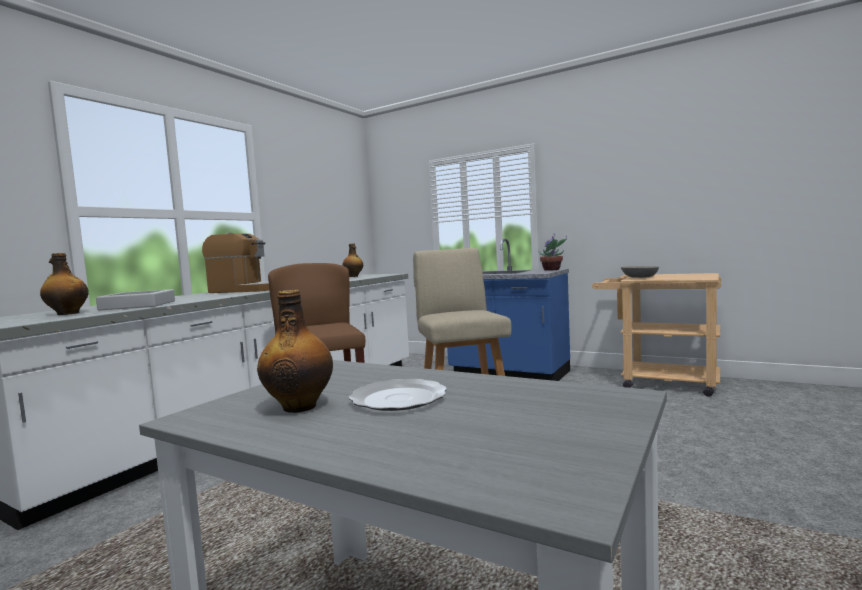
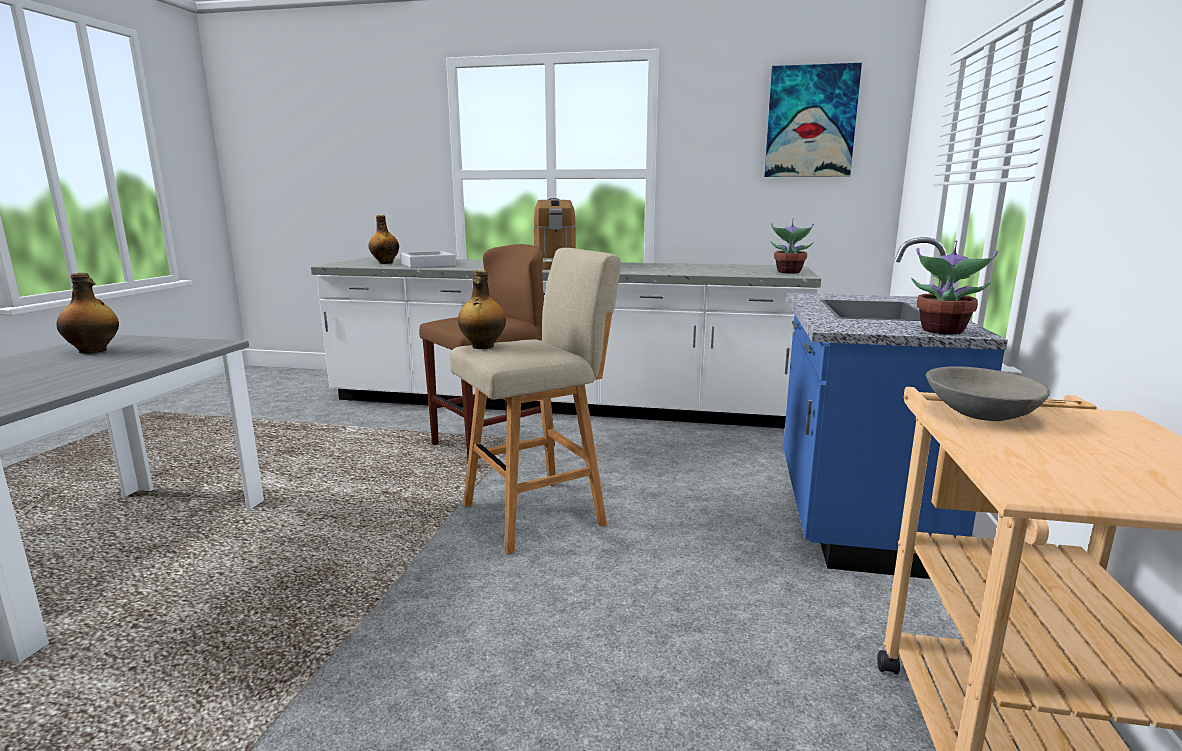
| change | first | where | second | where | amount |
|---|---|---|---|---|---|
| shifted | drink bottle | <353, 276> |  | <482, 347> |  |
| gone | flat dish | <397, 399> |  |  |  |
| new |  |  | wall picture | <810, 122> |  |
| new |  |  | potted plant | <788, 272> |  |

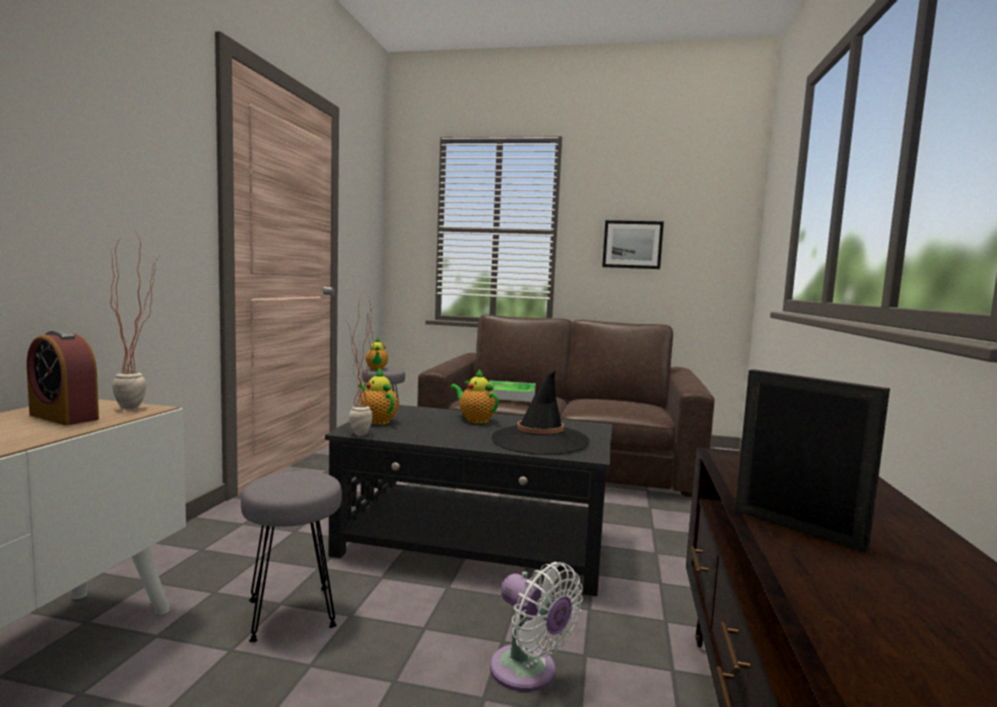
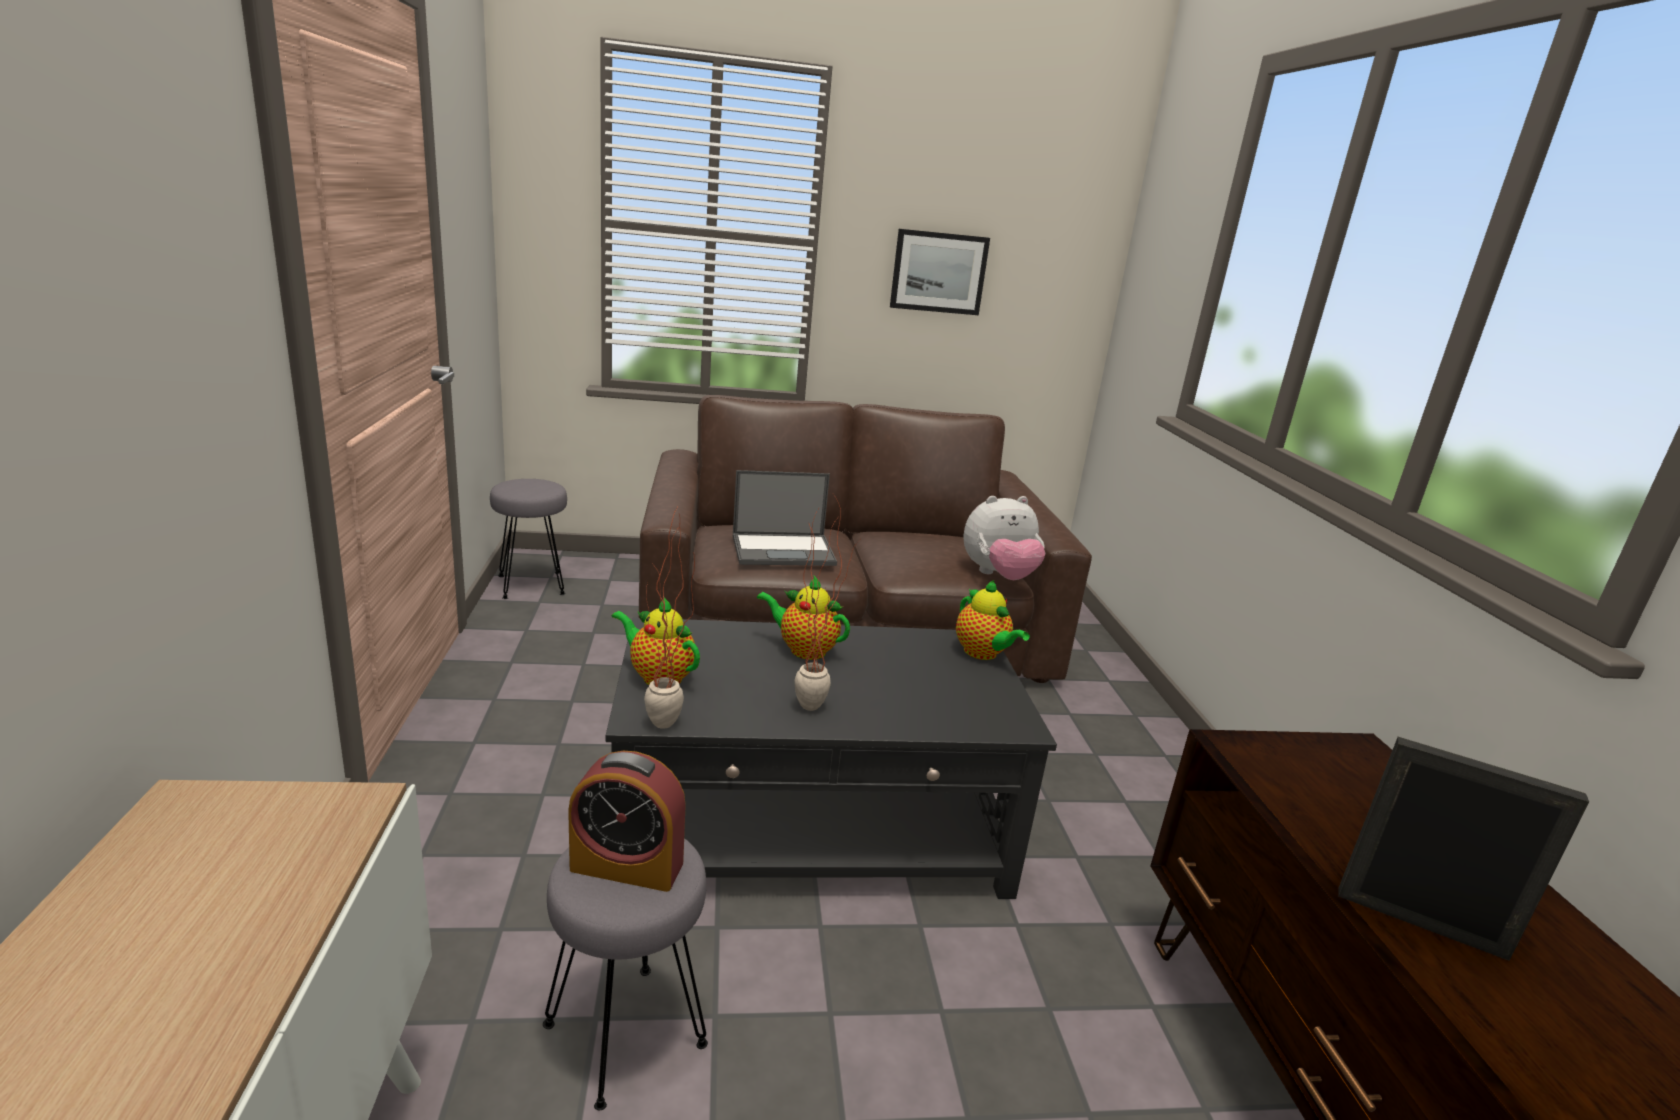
| change | first | where | second | where | amount |
|---|---|---|---|---|---|
| shifted | potted plant | <141, 407> |  | <817, 703> |  |
| shifted | alarm clock | <64, 417> |  | <627, 866> |  |
| shifted | teapot | <376, 369> |  | <983, 654> |  |
| gone | black clothing hat | <539, 440> |  |  |  |
| swapped | serving tray | <509, 395> | laptop | <784, 550> |  |
| gone | whitish cooling fan | <528, 673> |  |  |  |
| new |  |  | soft toy | <999, 576> |  |

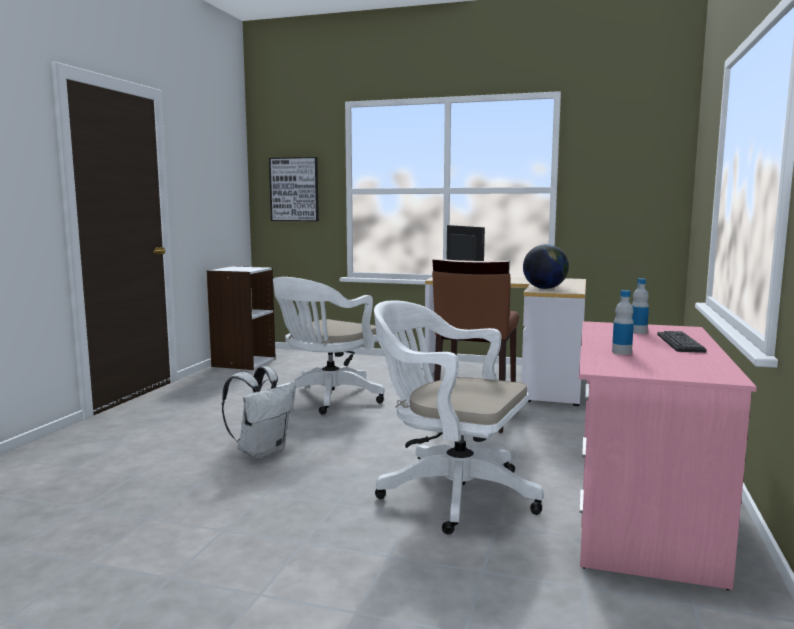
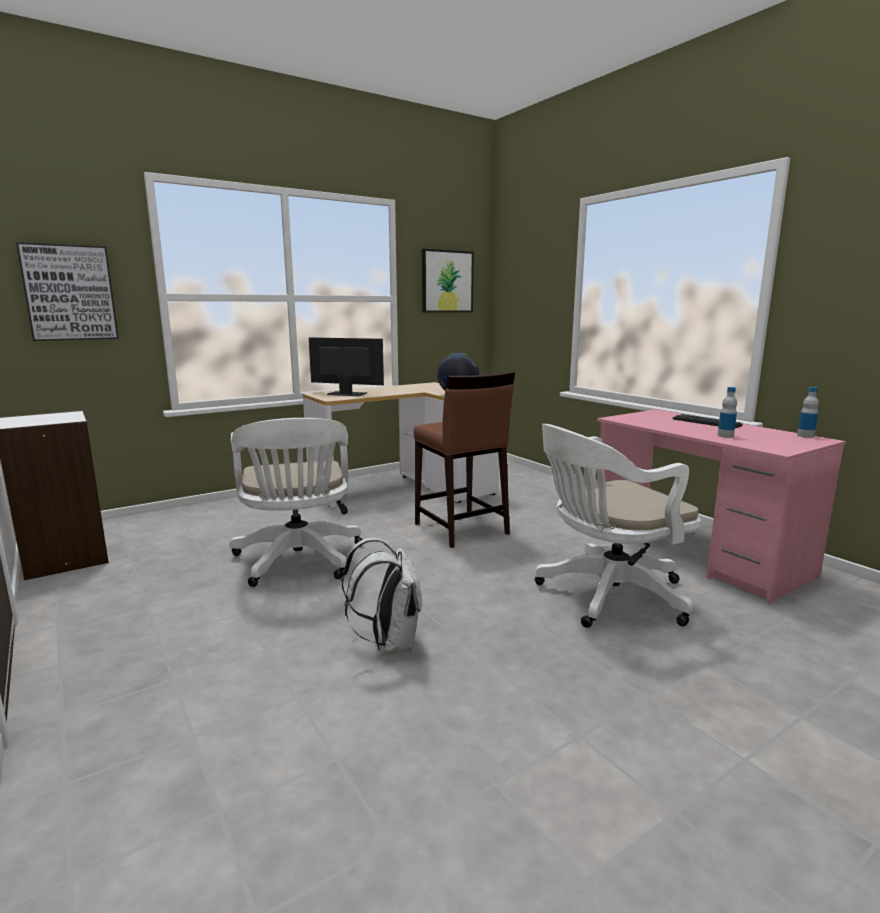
| change | first | where | second | where | amount |
|---|---|---|---|---|---|
| shifted | drink bottle | <638, 332> |  | <805, 436> |  |
| new |  |  | wall picture | <447, 281> |  |

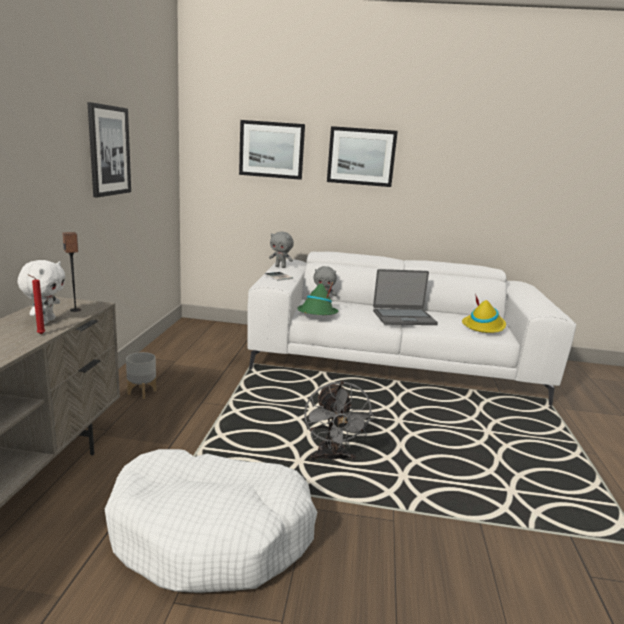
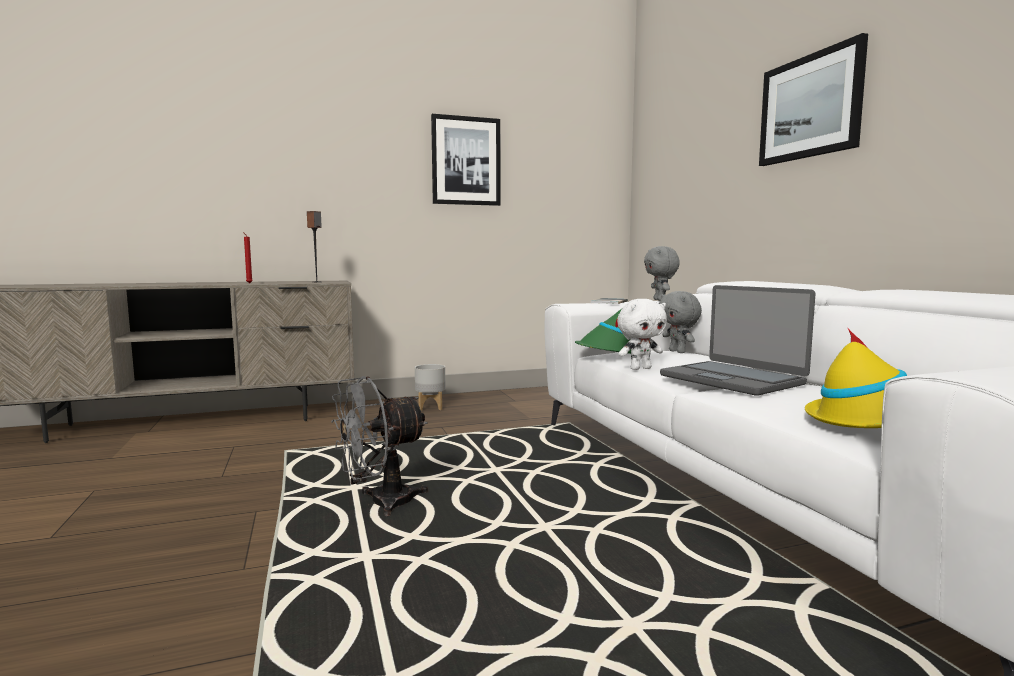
| change | first | where | second | where | amount |
|---|---|---|---|---|---|
| gone | wall picture | <271, 150> |  |  |  |
| shifted | whitish soft toy | <46, 321> |  | <640, 368> |  |
| gone | whitish pet bed | <212, 534> |  |  |  |

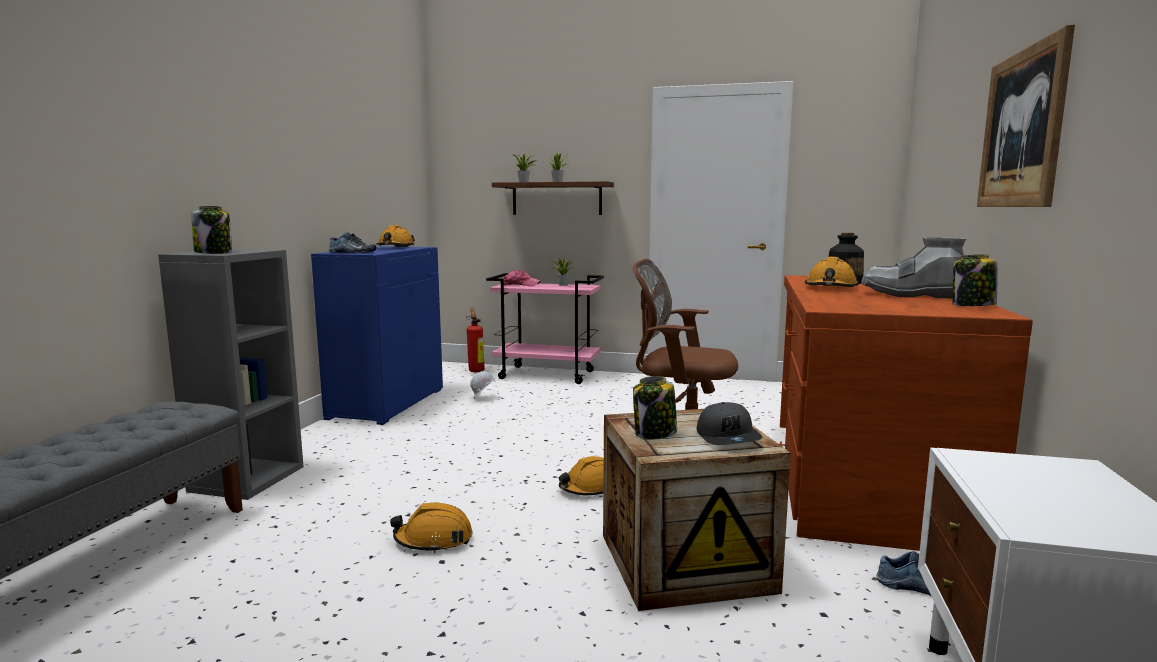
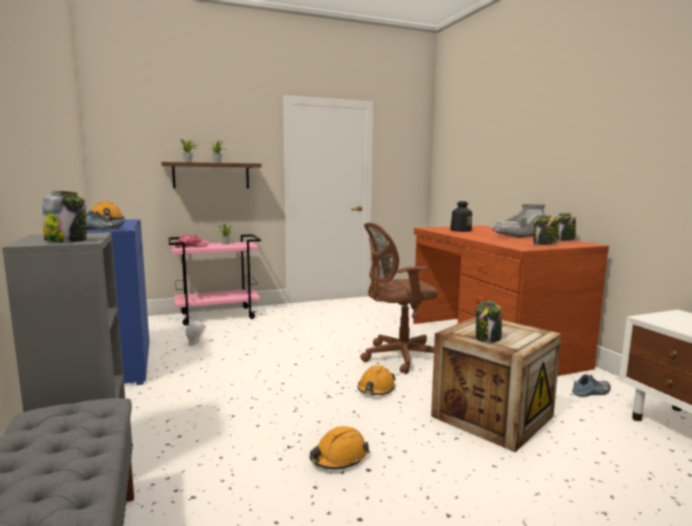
| change | first | where | second | where | amount |
|---|---|---|---|---|---|
| gone | wall picture | <1022, 129> |  |  |  |
| gone | orangey safety helmet | <830, 288> |  |  |  |
| gone | extinguisher | <476, 370> |  |  |  |
| gone | grey baseball cap | <728, 437> |  |  |  |
| new |  |  | storage jar | <544, 244> |  |

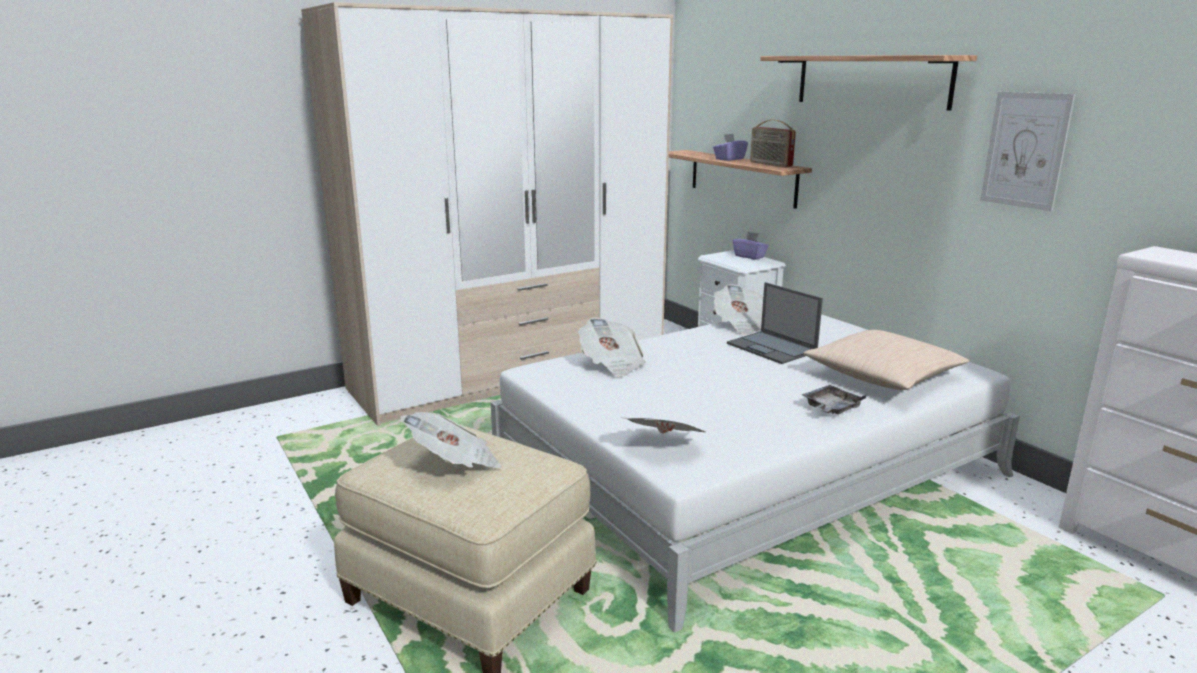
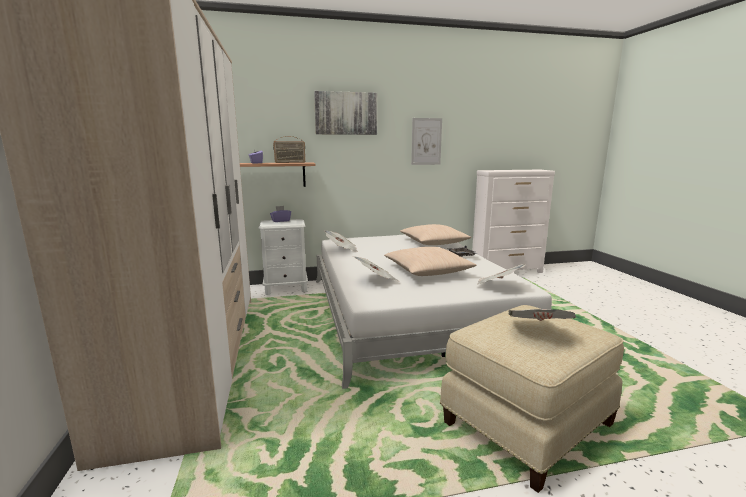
| change | first | where | second | where | amount |
|---|---|---|---|---|---|
| swapped | shelf | <871, 81> | wall picture | <346, 113> |  |
| gone | laptop | <772, 348> |  |  |  |
| new |  |  | beige-coloured cushion | <427, 271> |  |

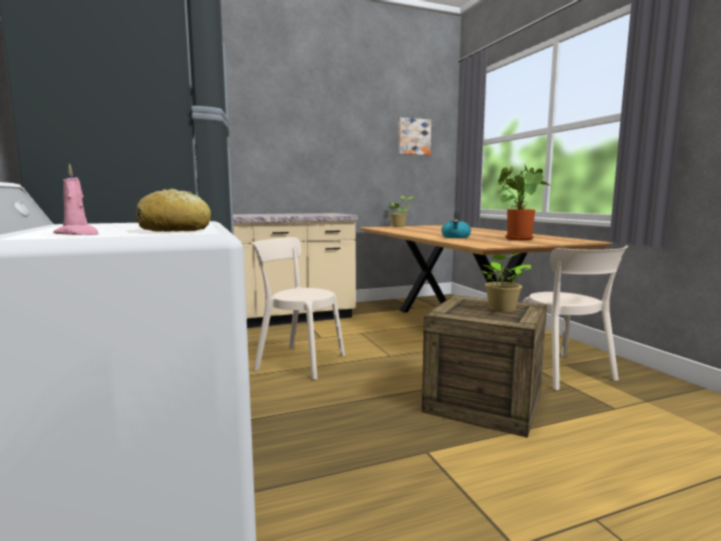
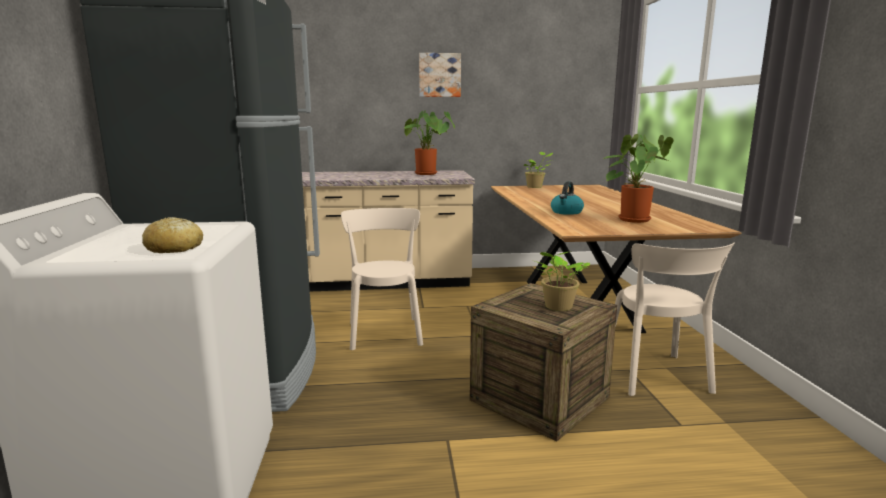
| change | first | where | second | where | amount |
|---|---|---|---|---|---|
| shifted | wall picture | <413, 137> |  | <439, 75> |  |
| gone | pink candle | <78, 234> |  |  |  |
| rotated | beige-coloured chair | <297, 361> |  | <385, 332> | 45 degrees clockwise |
| new |  |  | potted plant | <428, 174> |  |

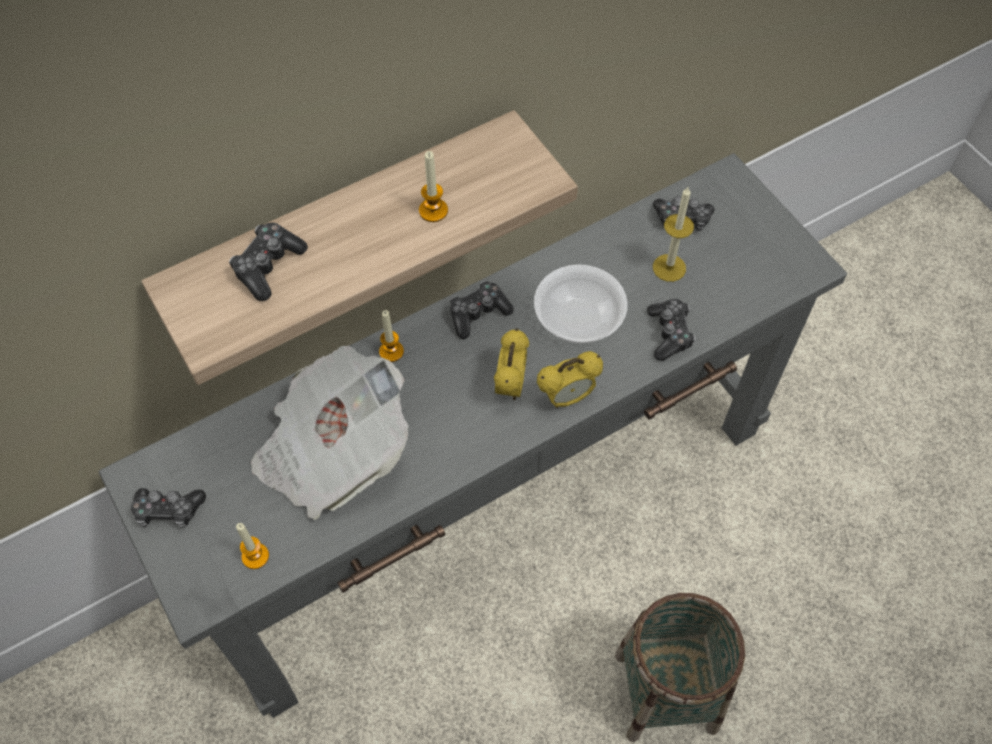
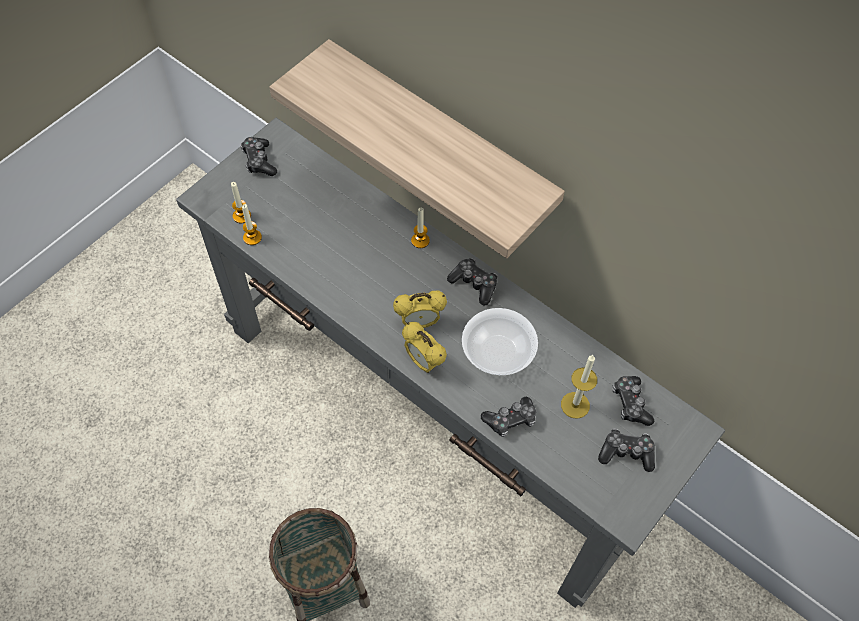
| change | first | where | second | where | amount |
|---|---|---|---|---|---|
| shifted | candle | <433, 210> |  | <252, 237> |  |
| shifted | joypad | <268, 266> |  | <626, 453> |  |
| gone | printed paper | <333, 451> |  |  |  |

